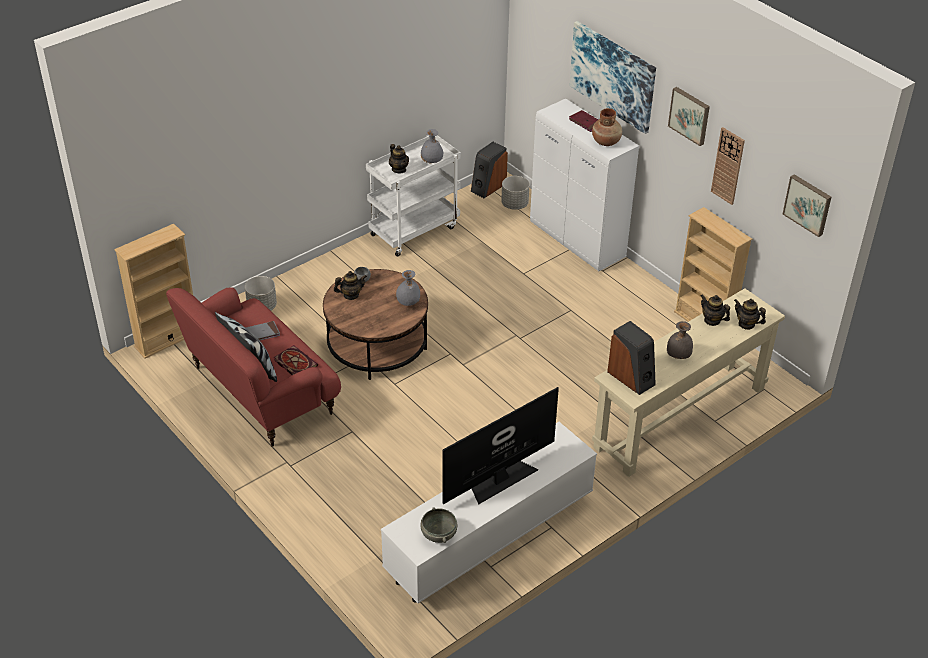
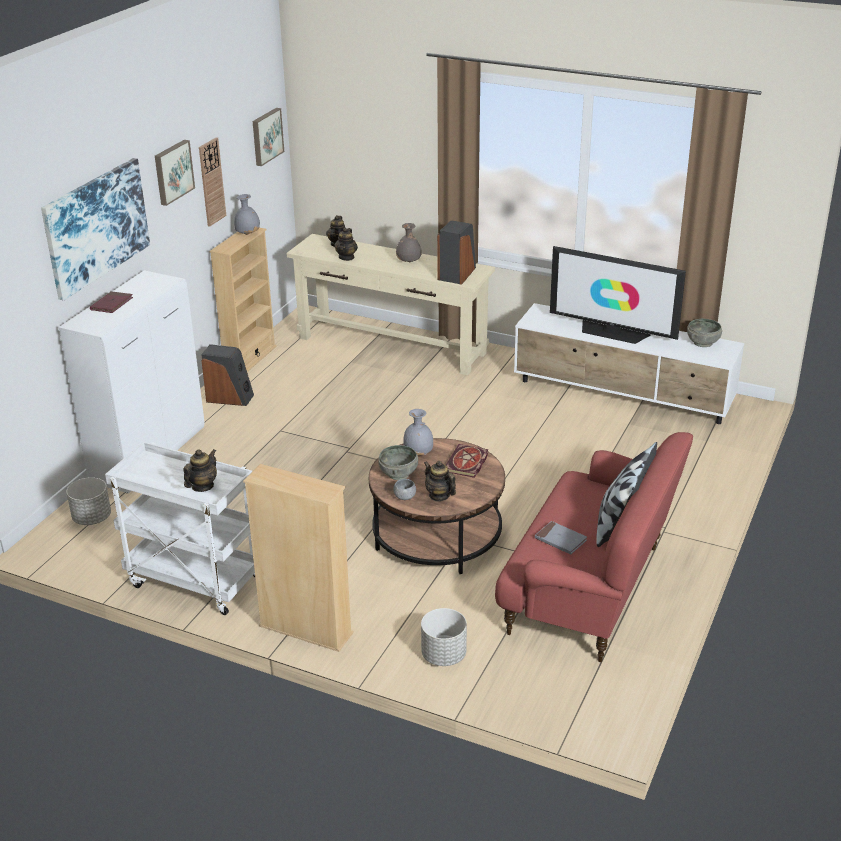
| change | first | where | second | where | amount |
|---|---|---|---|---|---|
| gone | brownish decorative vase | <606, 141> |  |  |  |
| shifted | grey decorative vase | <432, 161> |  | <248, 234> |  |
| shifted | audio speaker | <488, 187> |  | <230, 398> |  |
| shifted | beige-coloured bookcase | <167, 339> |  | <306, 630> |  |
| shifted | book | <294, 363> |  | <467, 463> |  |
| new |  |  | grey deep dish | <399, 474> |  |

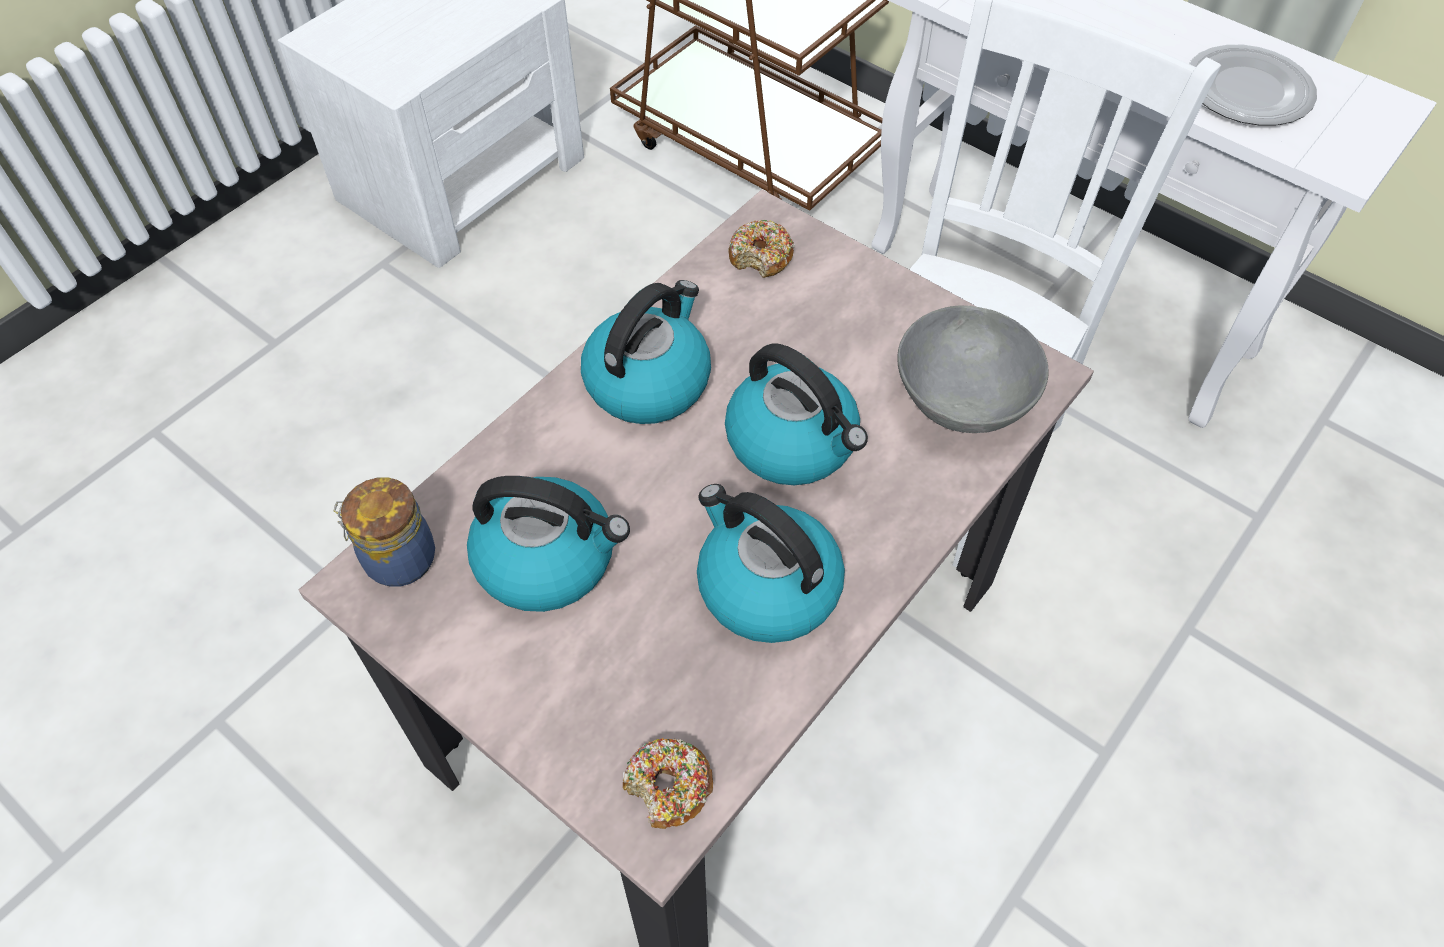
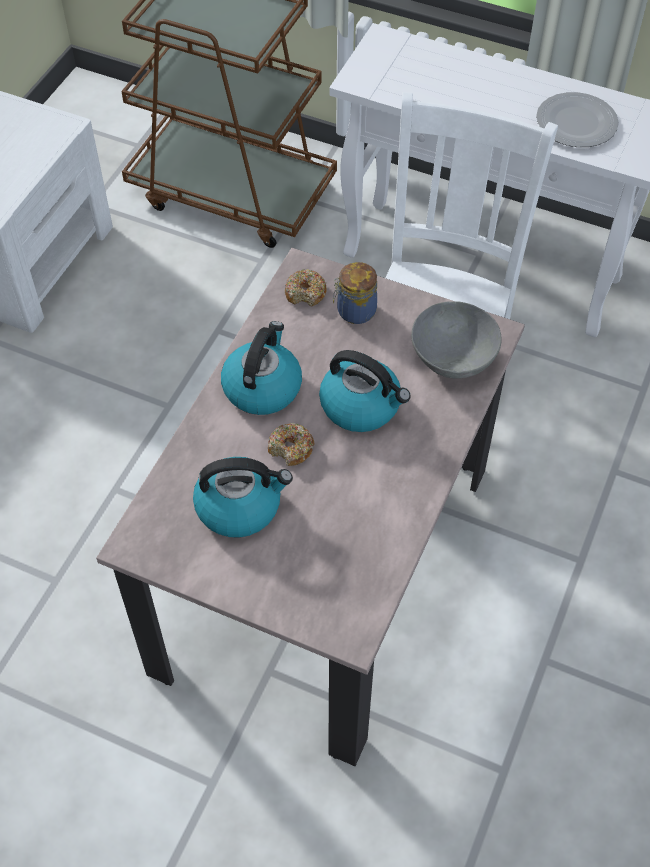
| change | first | where | second | where | amount |
|---|---|---|---|---|---|
| shifted | storage jar | <397, 558> |  | <354, 311> |  |
| gone | water kettle | <766, 587> |  |  |  |
| shifted | doughnut | <668, 787> |  | <291, 449> |  |

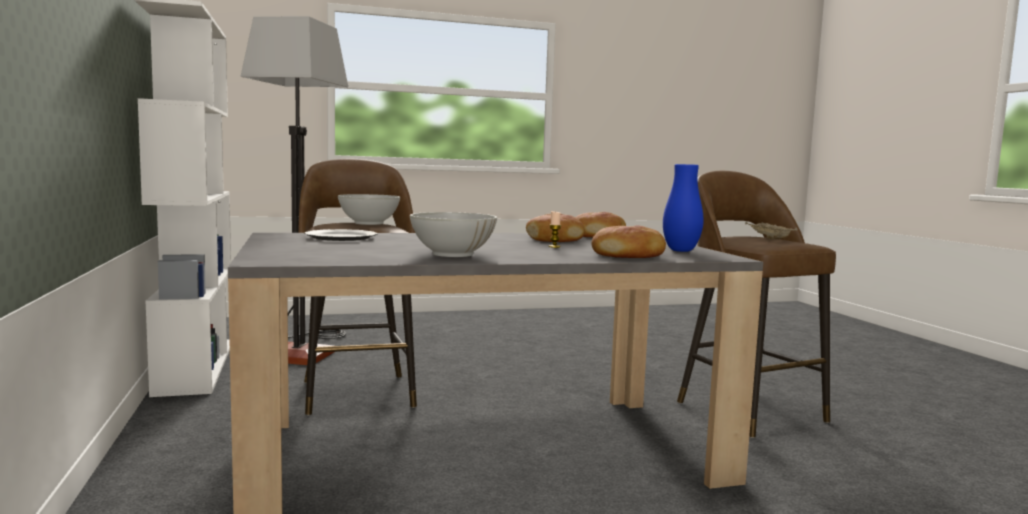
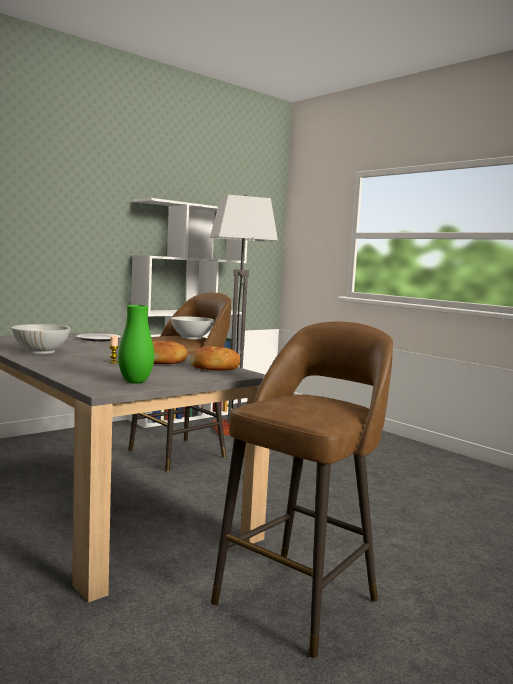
| change | first | where | second | where | amount |
|---|---|---|---|---|---|
| repainted | blue decorative vase | <681, 251> | greenish decorative vase | <135, 382> |  |
| gone | beige-coloured serving tray | <768, 238> |  |  |  |
| gone | bakery bread | <629, 256> |  |  |  |

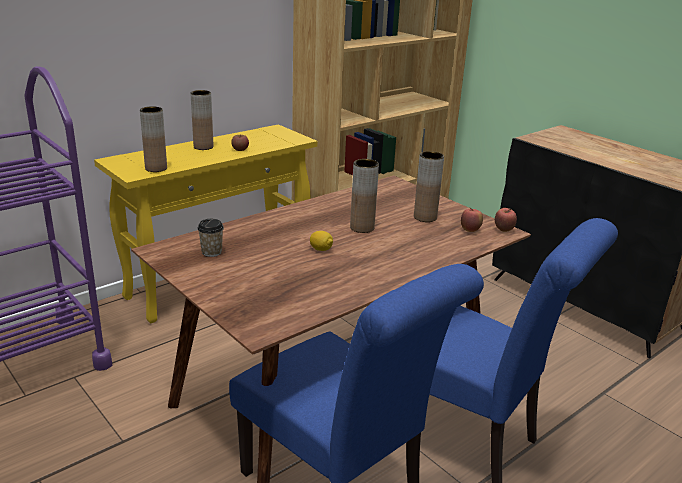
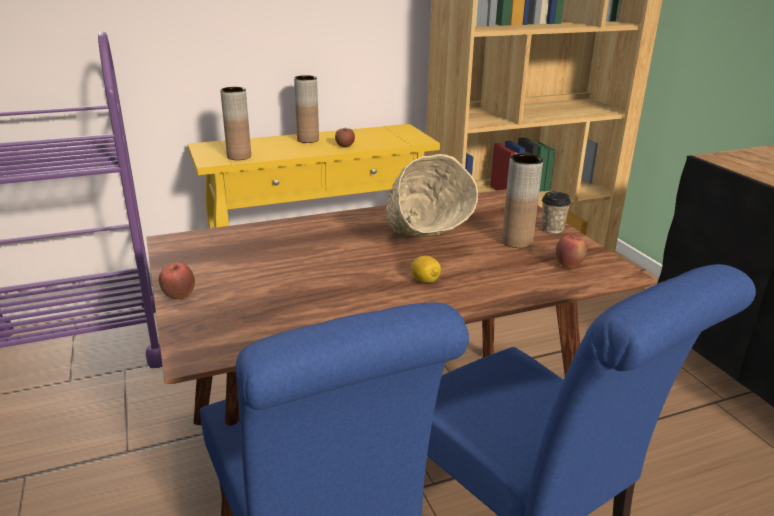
| change | first | where | second | where | amount |
|---|---|---|---|---|---|
| swapped | brownish decorative vase | <362, 228> | beige-coloured deep dish | <425, 245> |  |
| shifted | apple fruit | <503, 230> |  | <179, 296> |  |
| shifted | drinking cup | <211, 252> |  | <552, 229> |  |
| shifted | citrus fruit | <321, 249> |  | <425, 280> |  |

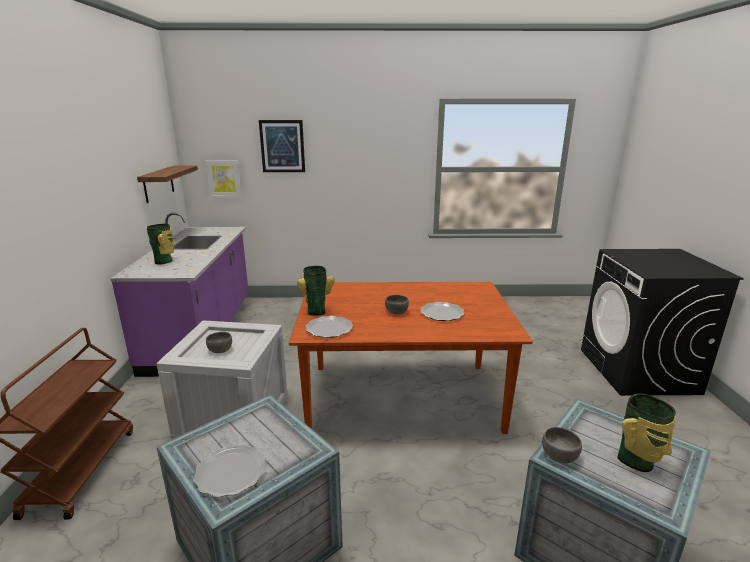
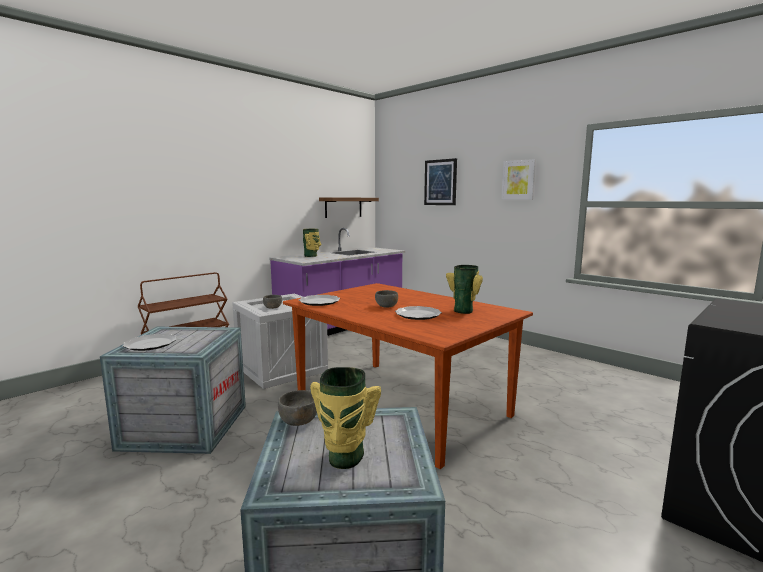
| change | first | where | second | where | amount |
|---|---|---|---|---|---|
| shifted | wall picture | <224, 178> |  | <518, 180> |  |
| shifted | decorative vase | <316, 310> |  | <464, 310> |  |

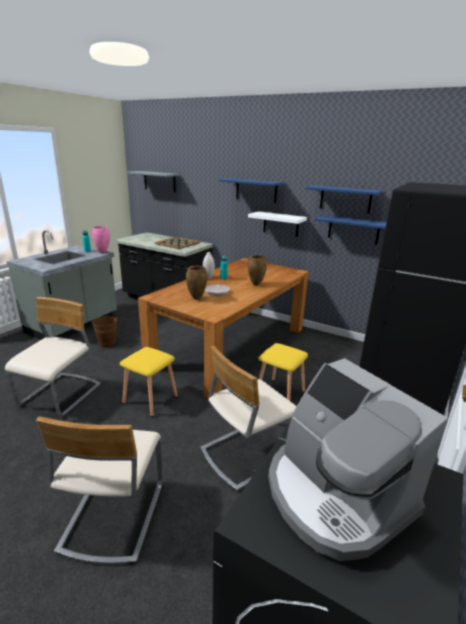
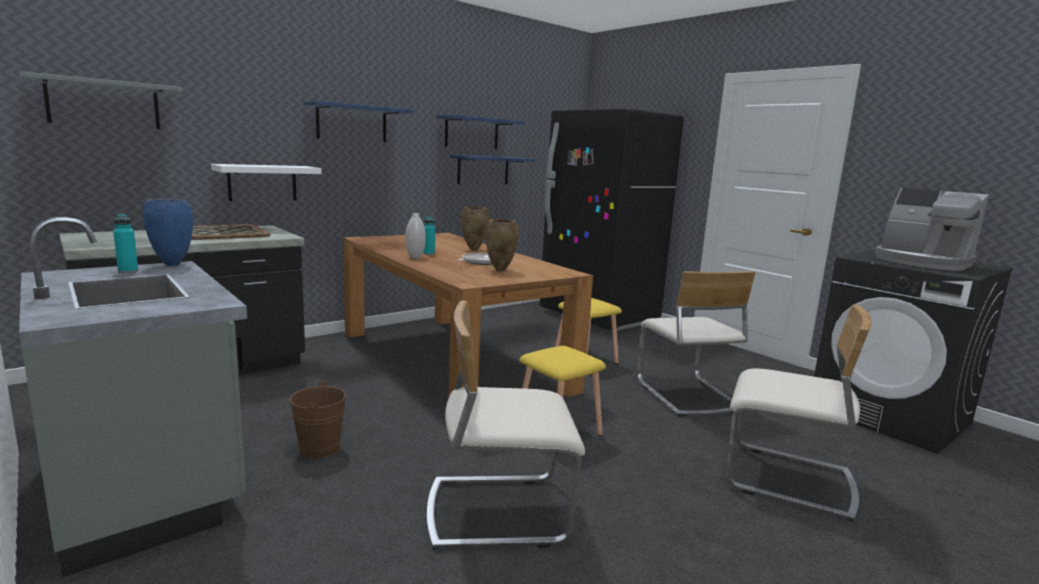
| change | first | where | second | where | amount |
|---|---|---|---|---|---|
| shifted | whitish shelf | <281, 224> |  | <262, 182> |  |
| repainted | pink decorative vase | <103, 252> | blue decorative vase | <173, 265> |  |
| rotated | beige-coloured chair | <61, 395> |  | <497, 511> | 45 degrees counterclockwise |
| rotated | coffee maker | <335, 494> |  | <922, 262> | 60 degrees clockwise |

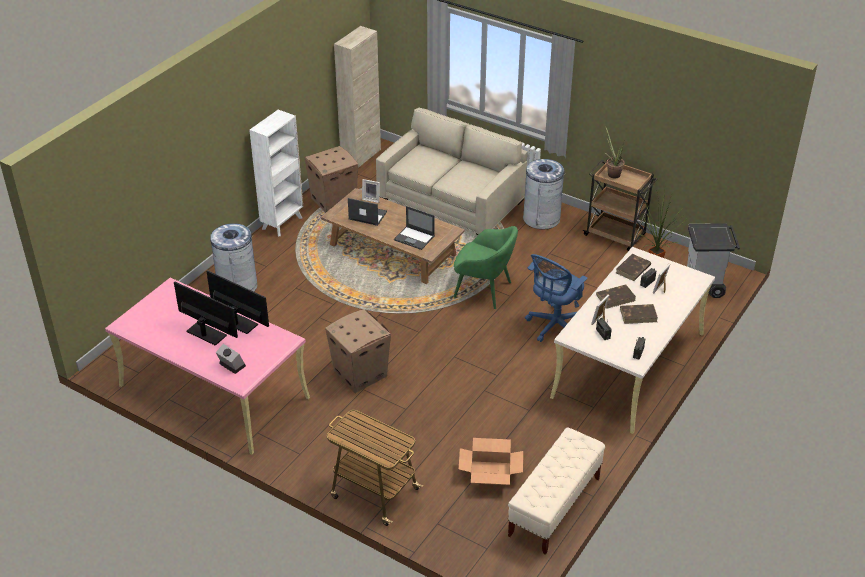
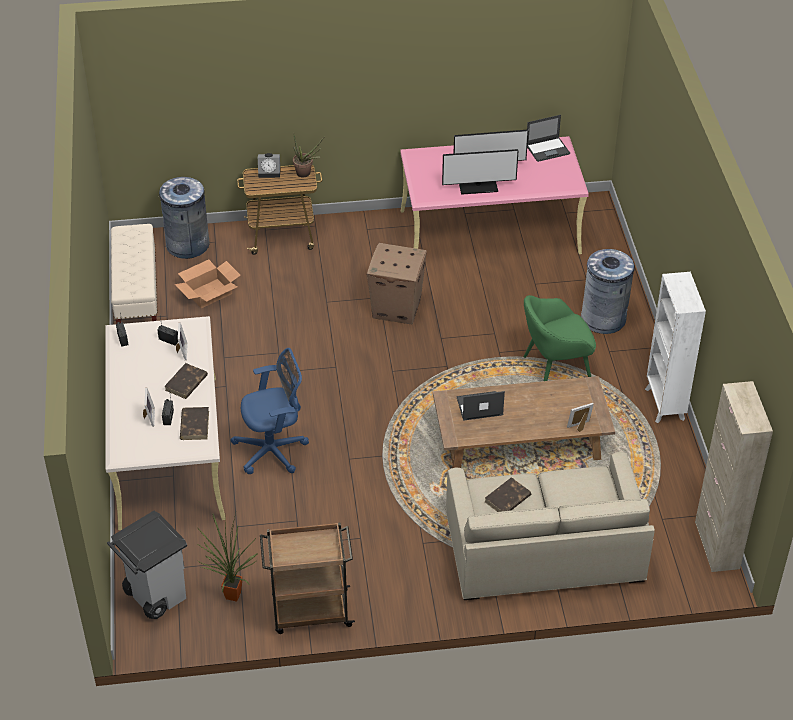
| change | first | where | second | where | amount |
|---|---|---|---|---|---|
| shifted | potted plant | <612, 173> |  | <306, 174> |  |
| gone | packing box | <334, 201> |  |  |  |
| shifted | grey waste bin | <541, 218> |  | <187, 245> |  |
| shifted | laptop | <367, 215> |  | <548, 149> |  |
| shifted | greenish armchair | <484, 290> |  | <555, 369> |  |
| rotated | blue computer chair | <554, 326> |  | <274, 450> | 75 degrees clockwise |
| shifted | brownish book | <638, 315> |  | <507, 499> |  |
| shifted | alarm clock | <231, 365> |  | <270, 172> |  |

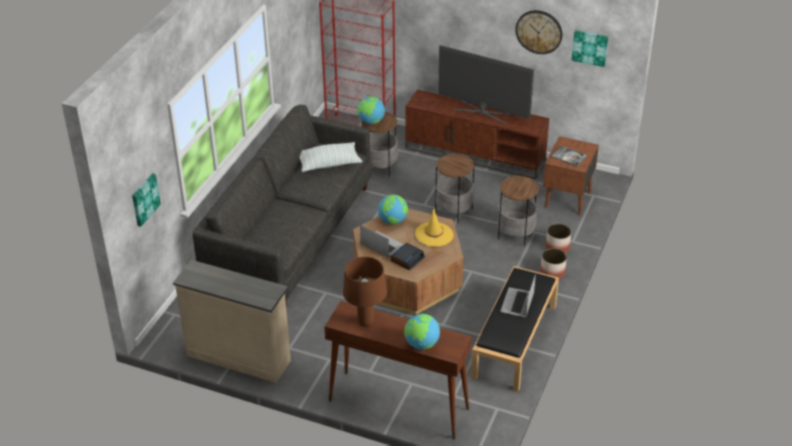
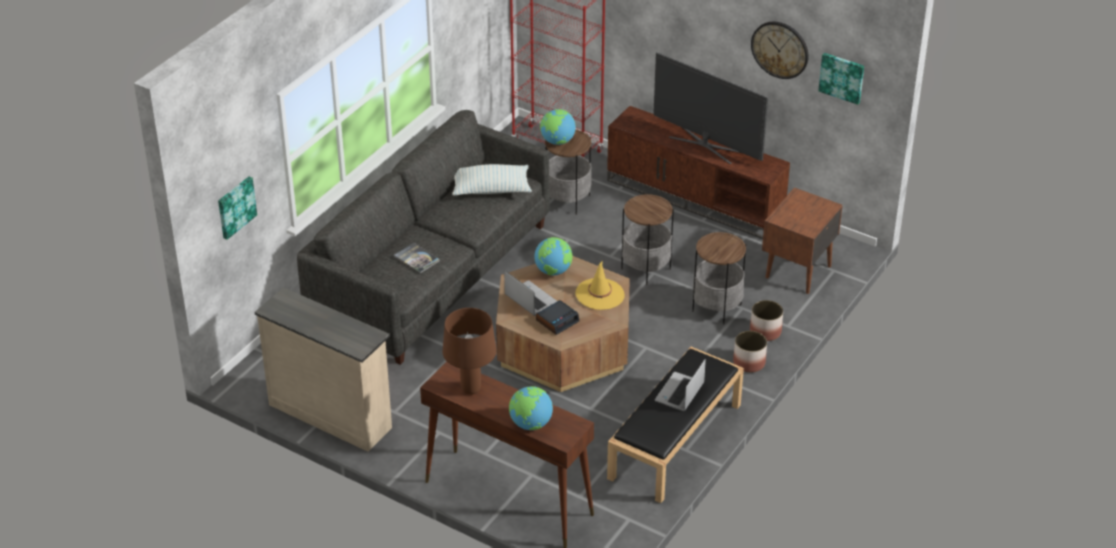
| change | first | where | second | where | amount |
|---|---|---|---|---|---|
| shifted | book | <569, 156> |  | <416, 259> |  |

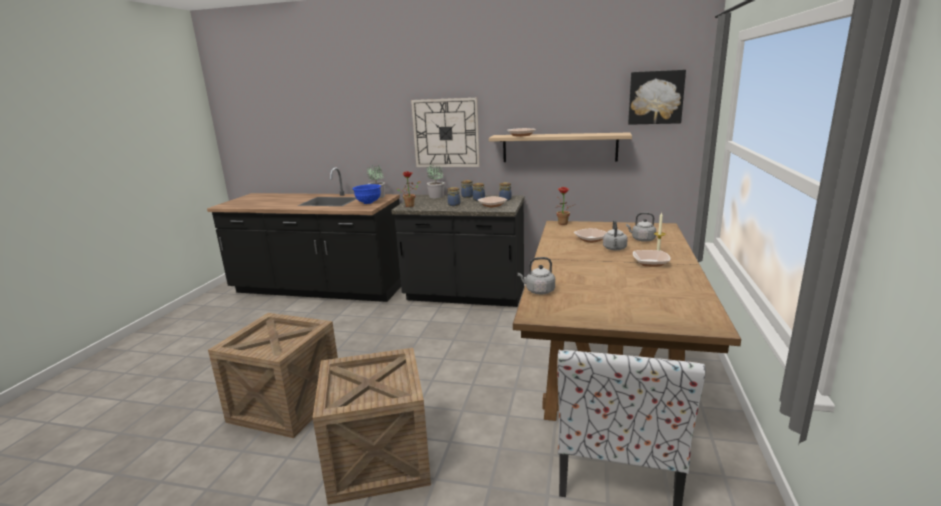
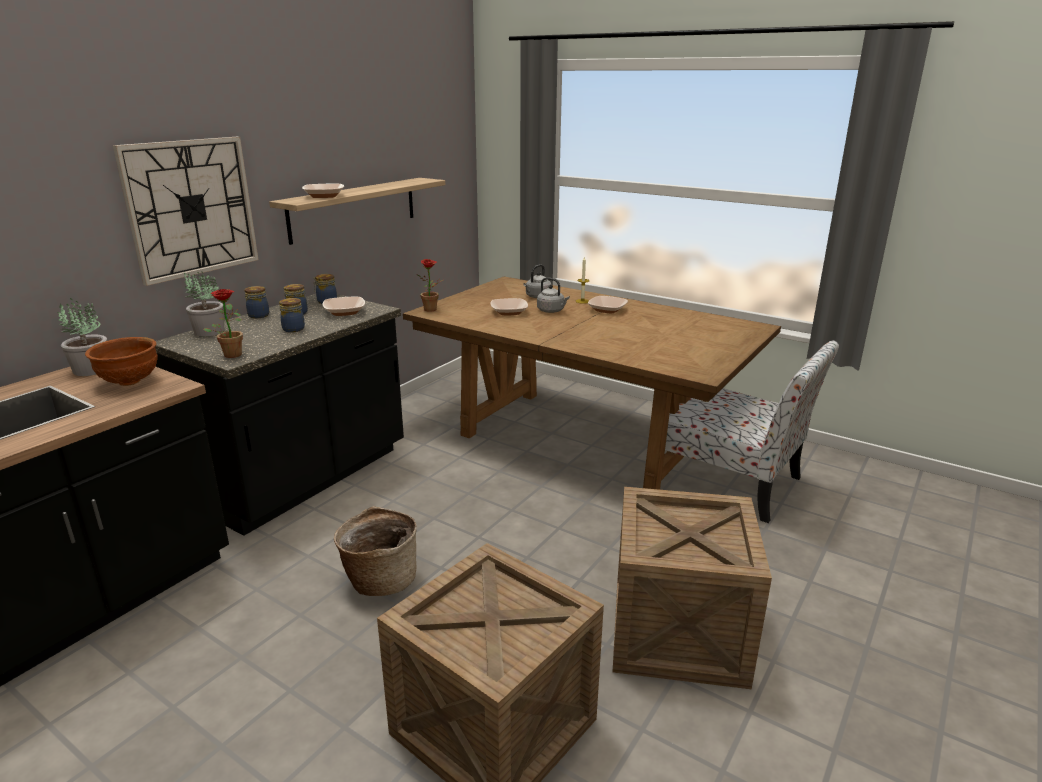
| change | first | where | second | where | amount |
|---|---|---|---|---|---|
| gone | wall picture | <655, 97> |  |  |  |
| repainted | blue deep dish | <368, 203> | brownish deep dish | <129, 381> |  |
| gone | grey water kettle | <538, 291> |  |  |  |
| new |  |  | storage basket | <380, 579> |  |

